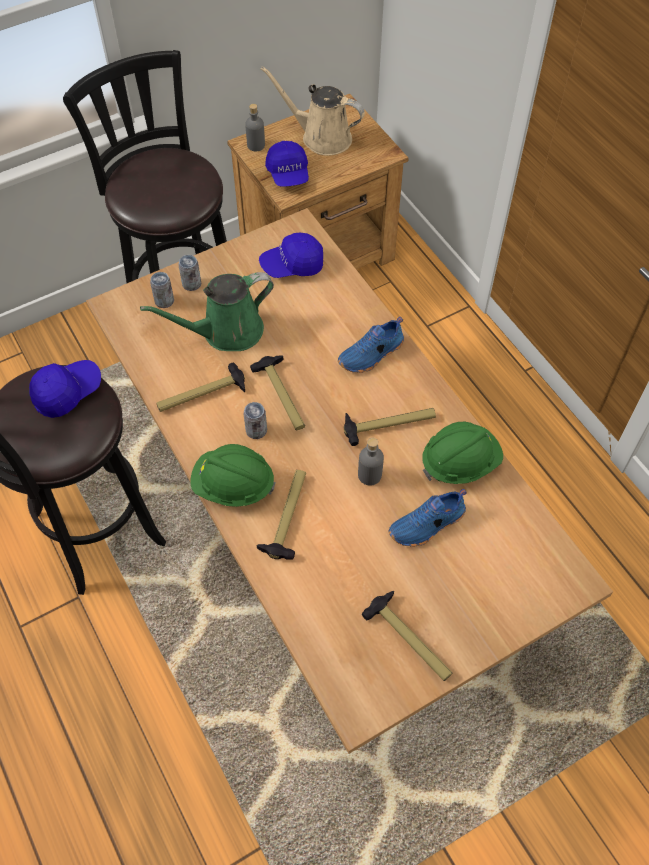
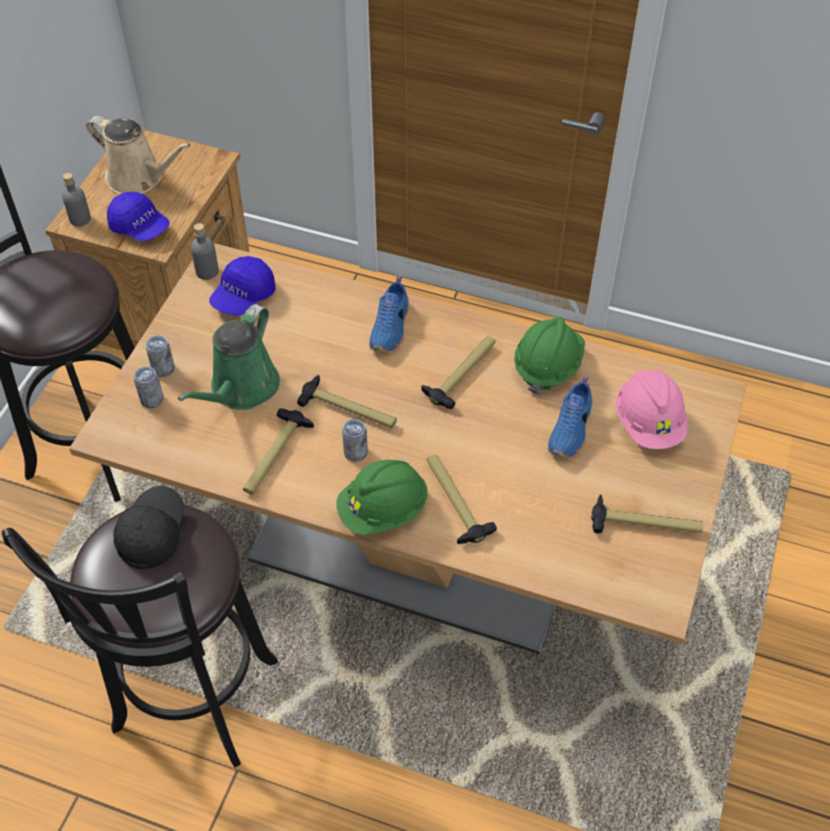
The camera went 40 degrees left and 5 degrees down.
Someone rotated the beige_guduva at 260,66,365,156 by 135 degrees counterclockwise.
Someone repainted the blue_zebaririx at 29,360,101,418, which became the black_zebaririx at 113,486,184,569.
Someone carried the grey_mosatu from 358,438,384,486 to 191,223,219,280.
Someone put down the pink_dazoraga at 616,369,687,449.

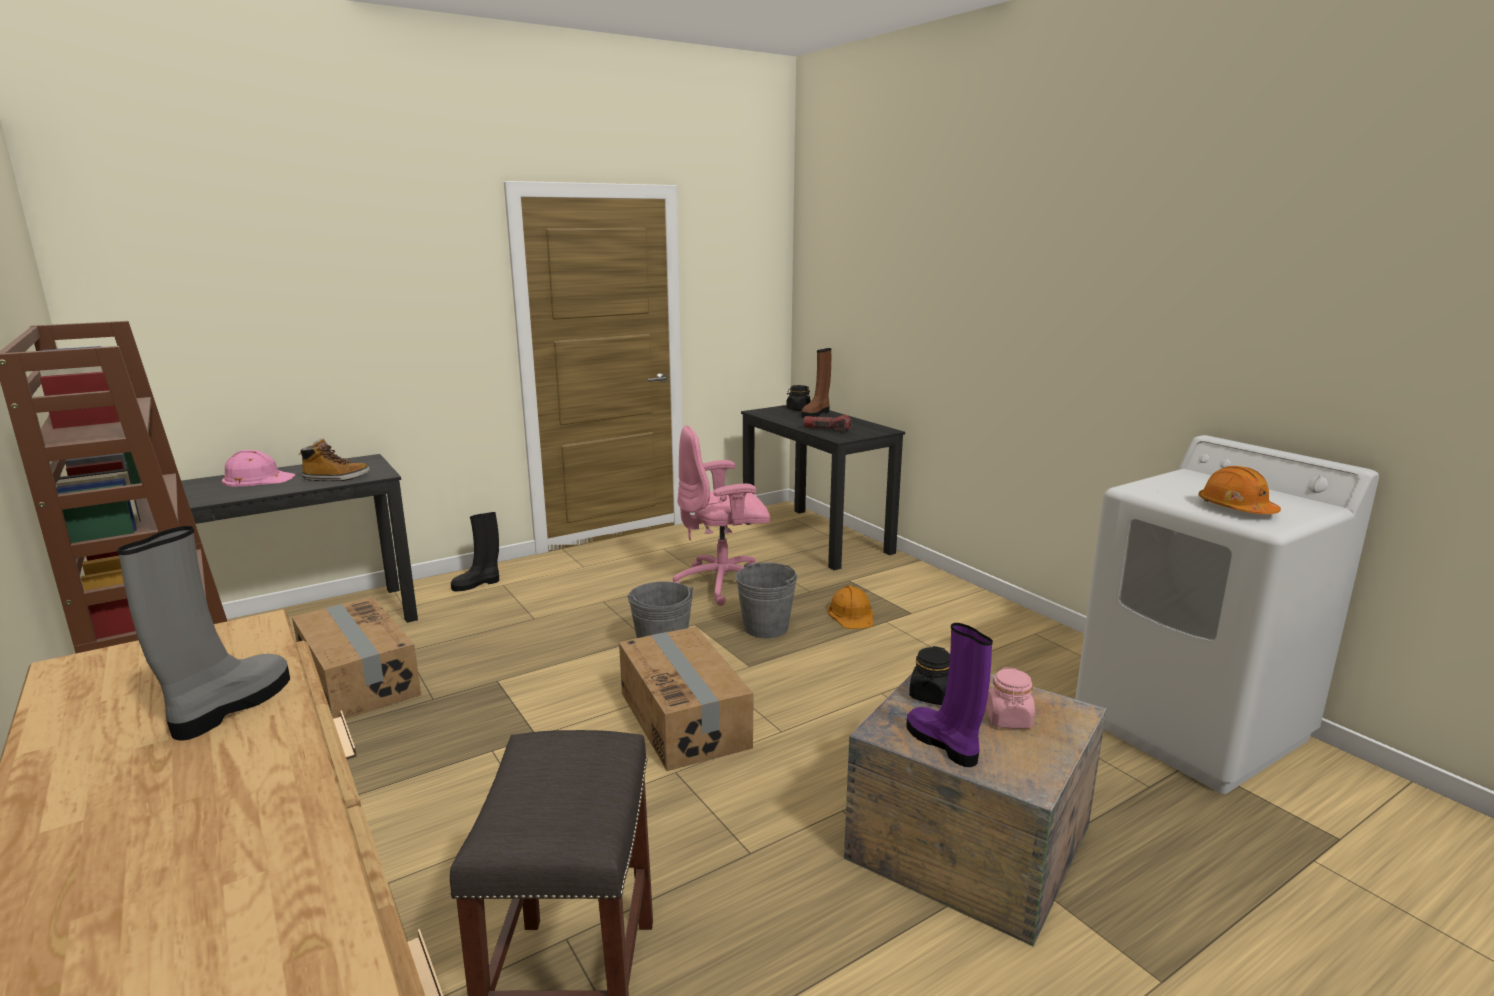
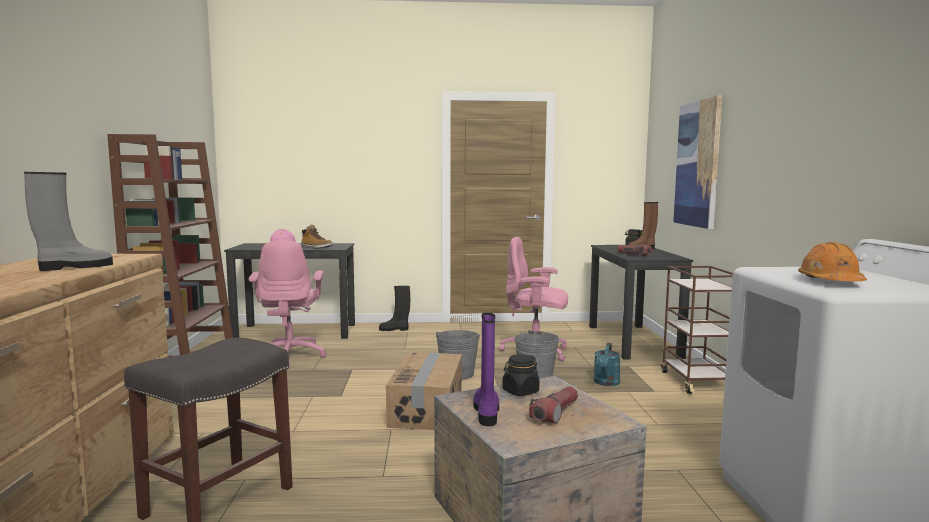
The camera went 30 degrees right and 10 degrees down.
Someone swapped the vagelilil at 292,597,421,720 for the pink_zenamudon at 249,240,327,366.
Someone swapped the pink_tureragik at 986,667,1035,729 for the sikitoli at 529,386,578,424.
Someone swapped the orange_dazoraga at 827,586,873,629 for the turquoise_guduva at 593,343,621,386.
Someone put down the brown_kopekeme at 661,266,733,394.
Someone put up the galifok at 673,95,723,229.

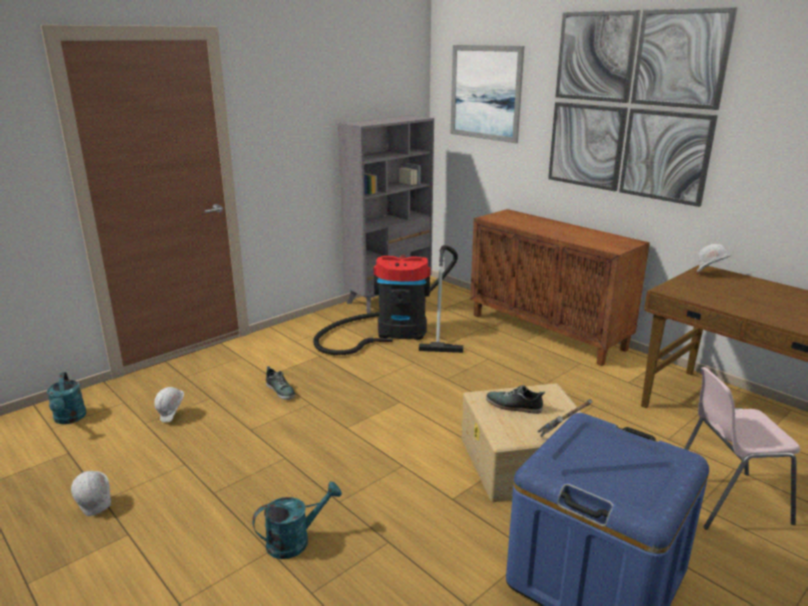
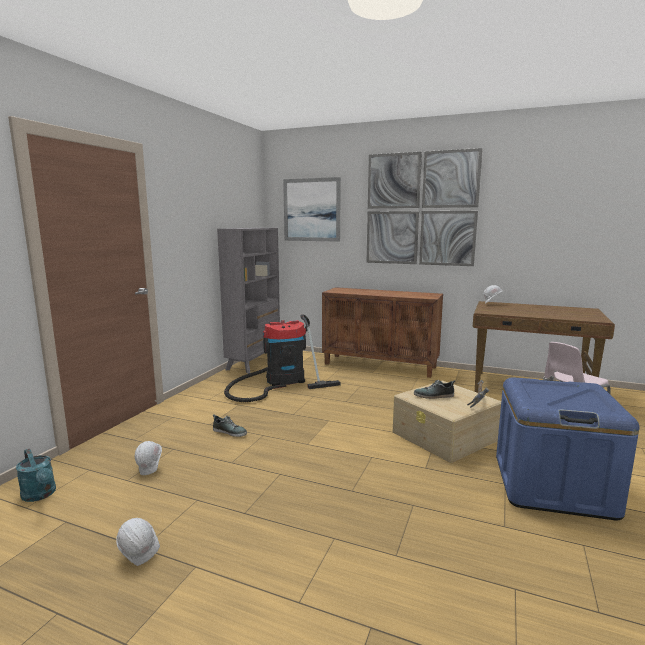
The camera went 25 degrees left and 10 degrees down.
Someone took away the turquoise_guduva at 252,482,342,559.

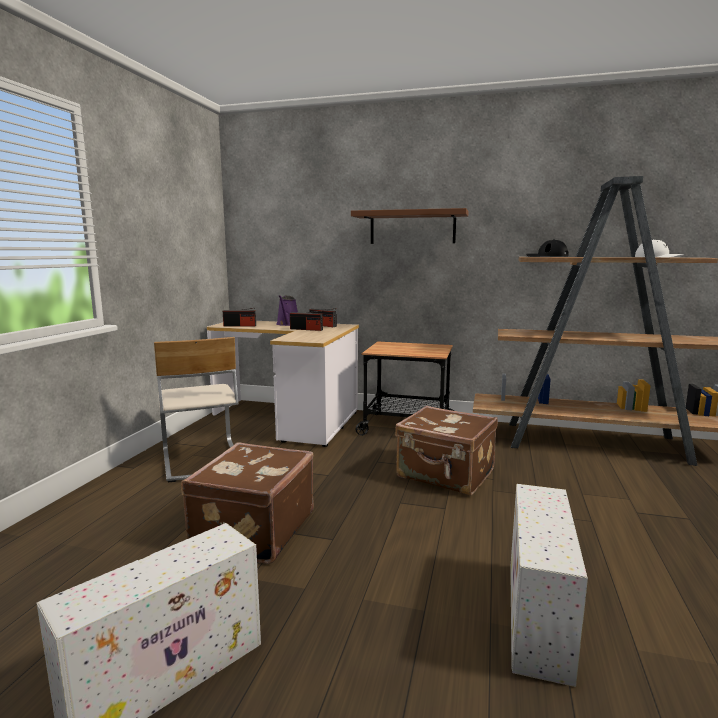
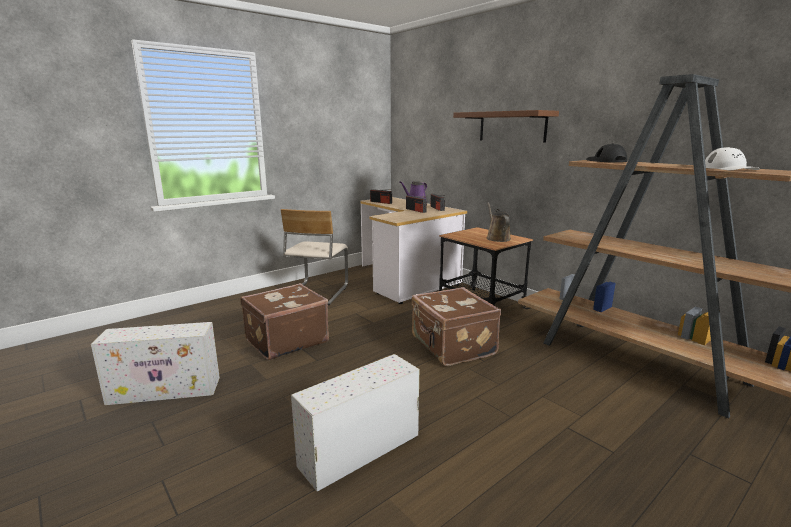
The camera went 35 degrees right and 5 degrees up.
Someone put down the brown_guduva at 486,202,511,242.

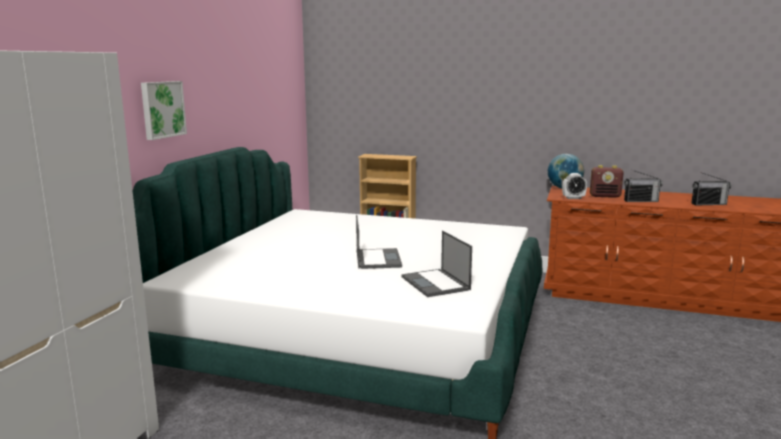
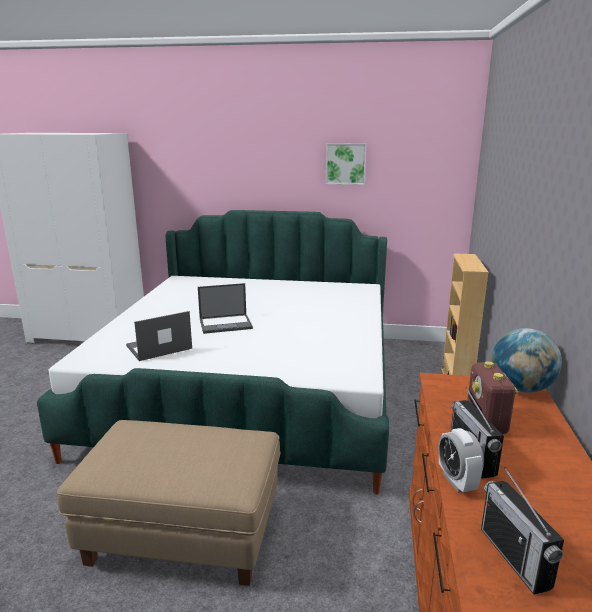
The camera went 80 degrees right and 5 degrees up.
Someone put down the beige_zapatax at 57,420,280,586.
Someone carried the galifok from 141,81,187,140 to 326,143,367,185.
Someone carried the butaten from 562,173,587,199 to 438,428,484,493.

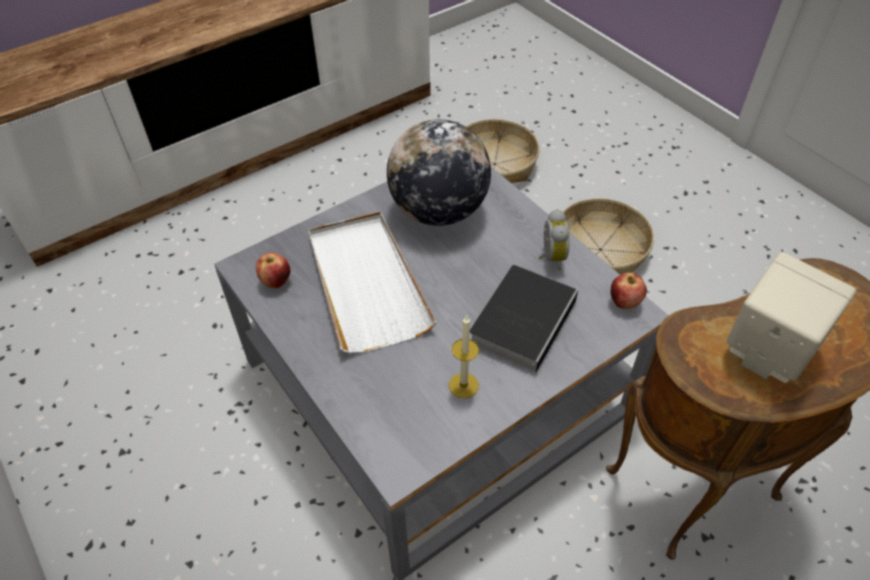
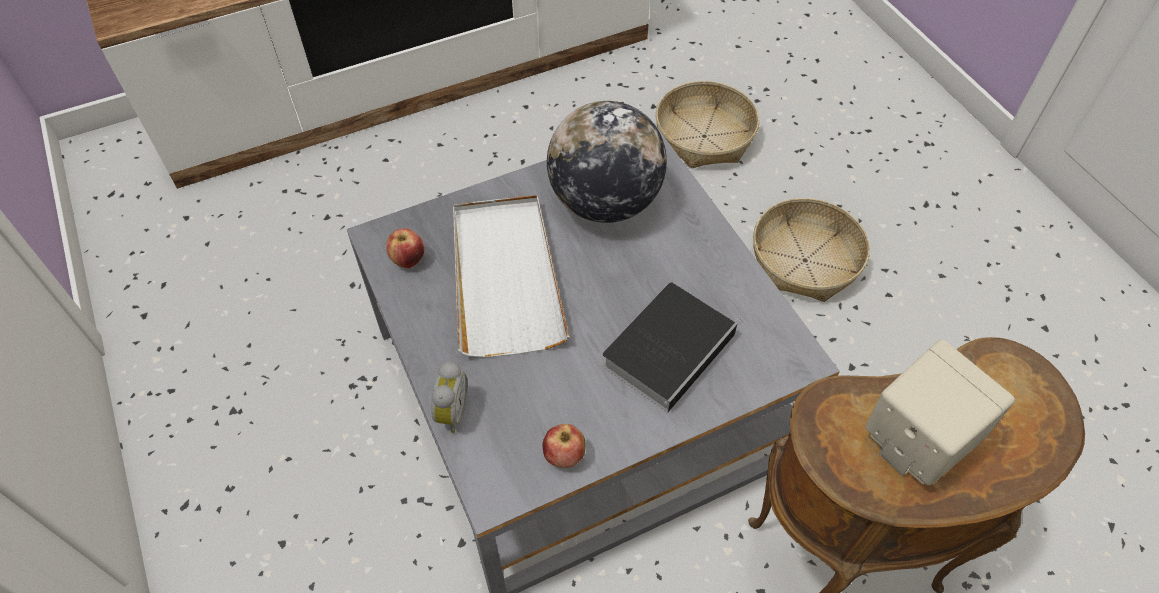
The camera went 10 degrees right and 5 degrees up.
Someone carried the butaten from 539,209,570,270 to 431,362,467,433.
Someone carried the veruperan from 611,273,647,309 to 542,424,586,468.
Someone took away the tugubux at 449,316,479,398.

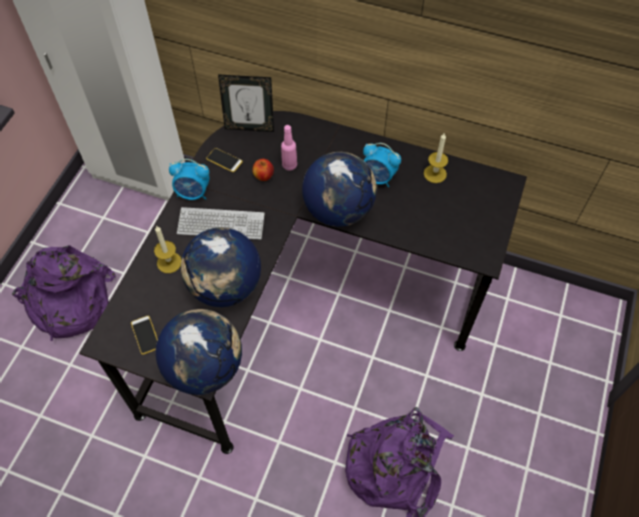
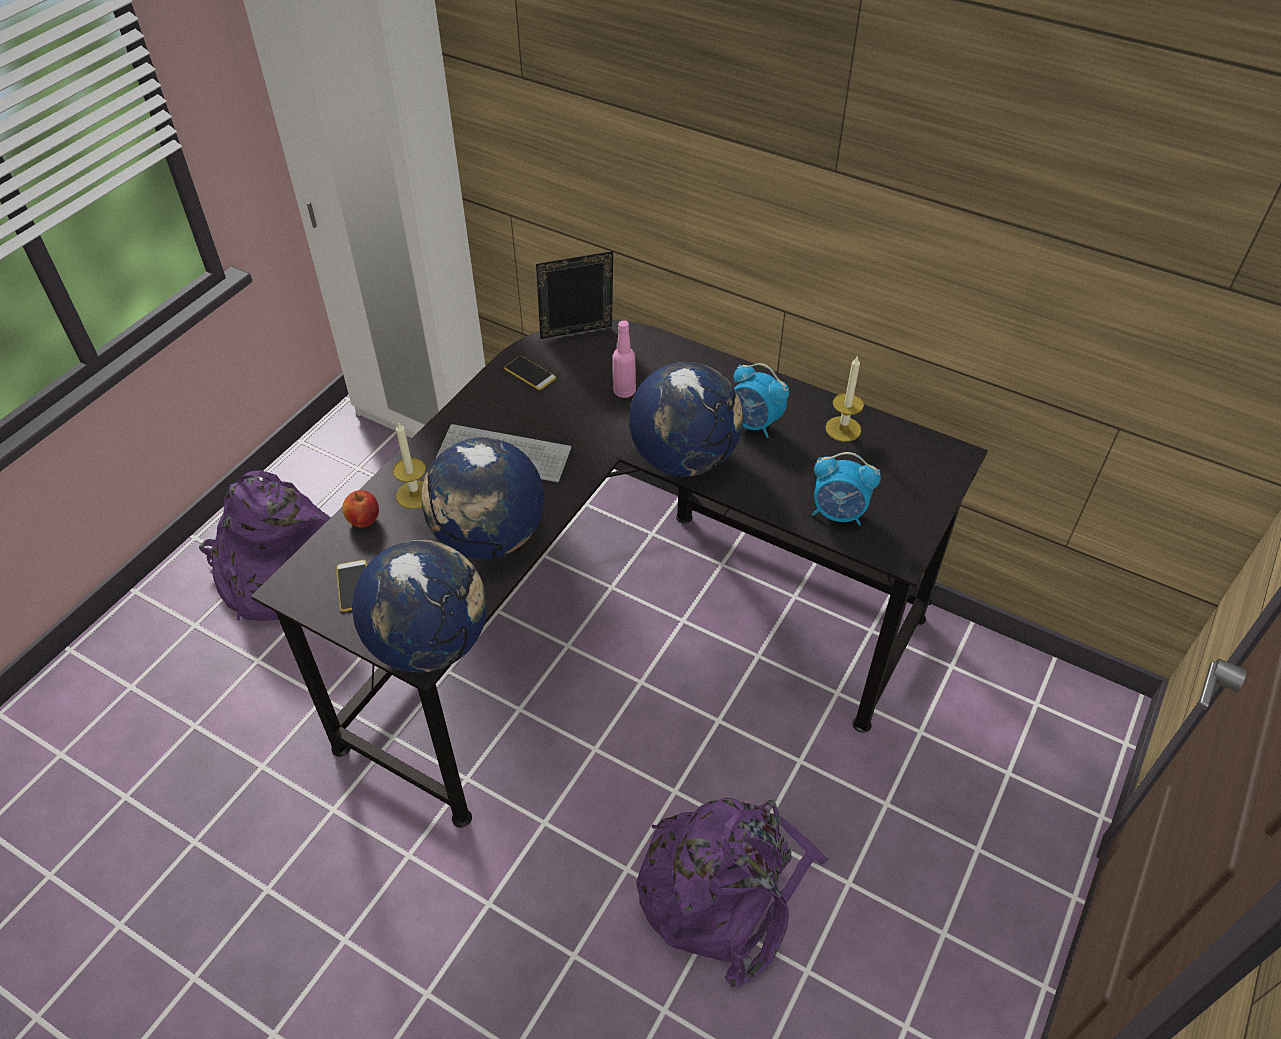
The camera went 10 degrees right and 10 degrees down.
Someone carried the veruperan from 252,159,274,181 to 342,490,379,528.
Someone rotated the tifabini at 218,74,274,132 by 150 degrees clockwise.
Someone carried the butaten from 169,159,210,200 to 812,452,881,526.

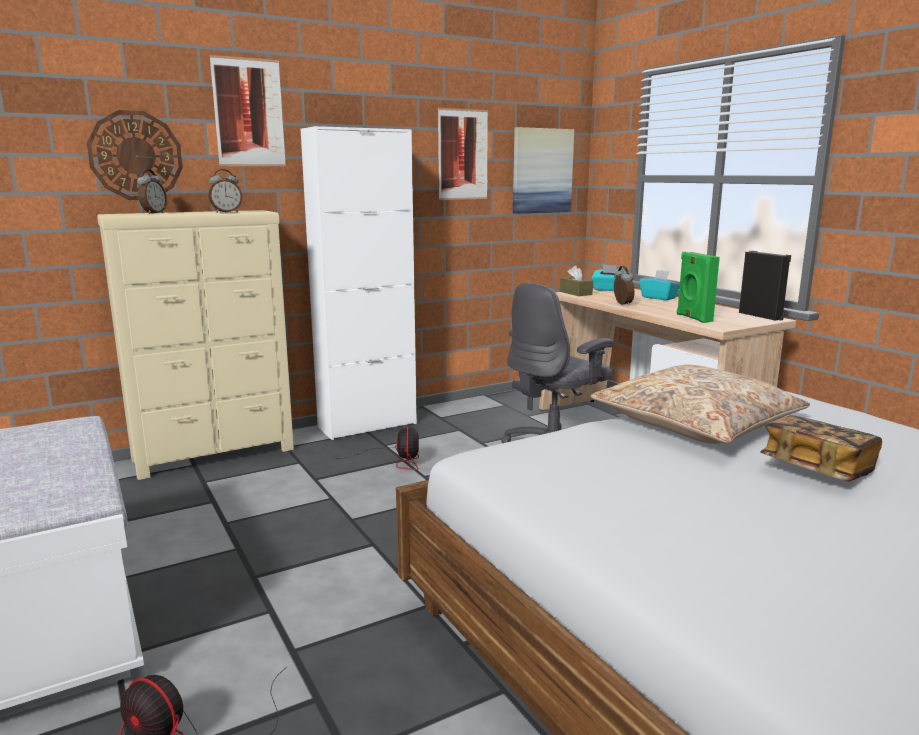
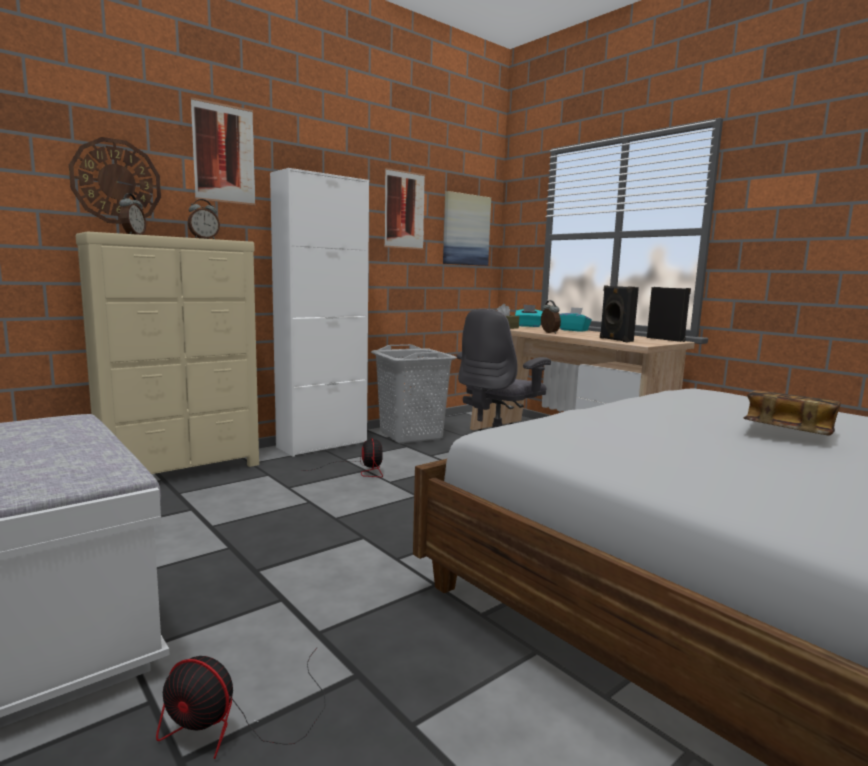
The camera went 10 degrees left and 5 degrees down.
Someone put down the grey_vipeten at 371,344,457,443.
Someone repainted the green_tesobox at 677,252,720,323, which became the black_tesobox at 600,286,639,342.
Someone took away the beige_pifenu at 590,365,810,444.

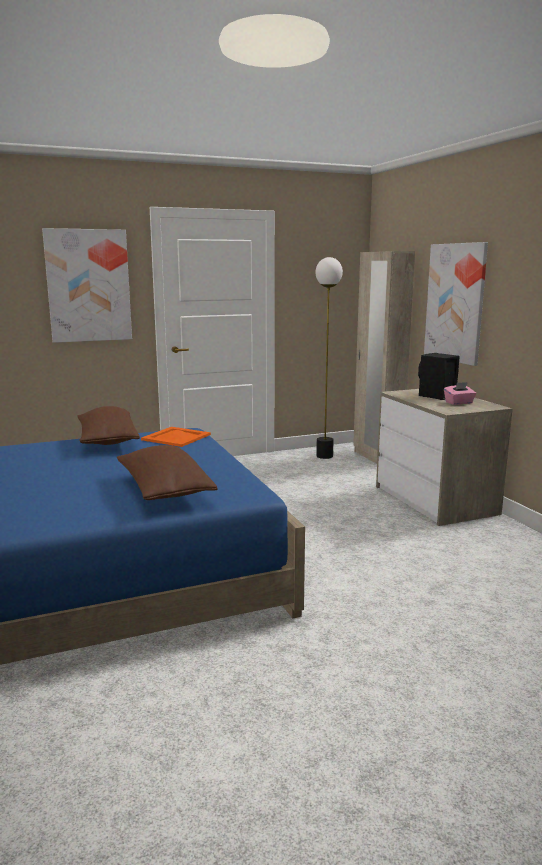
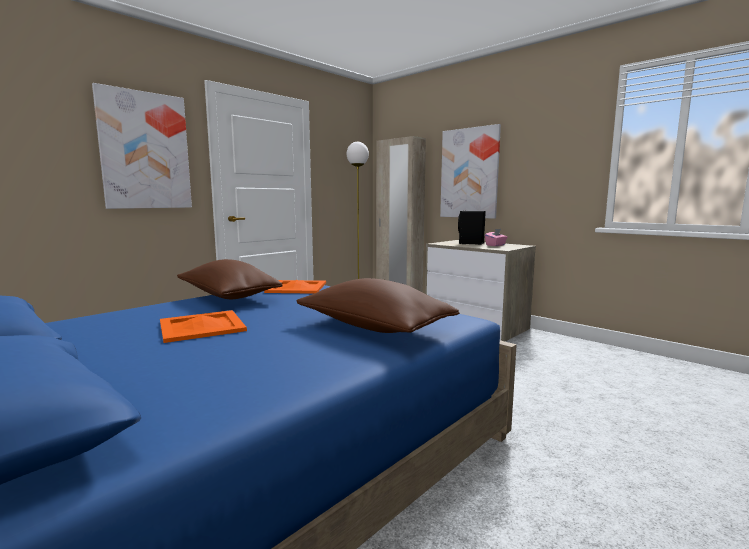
The camera went 25 degrees left and 5 degrees down.
Someone put down the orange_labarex at 160,310,247,343.

